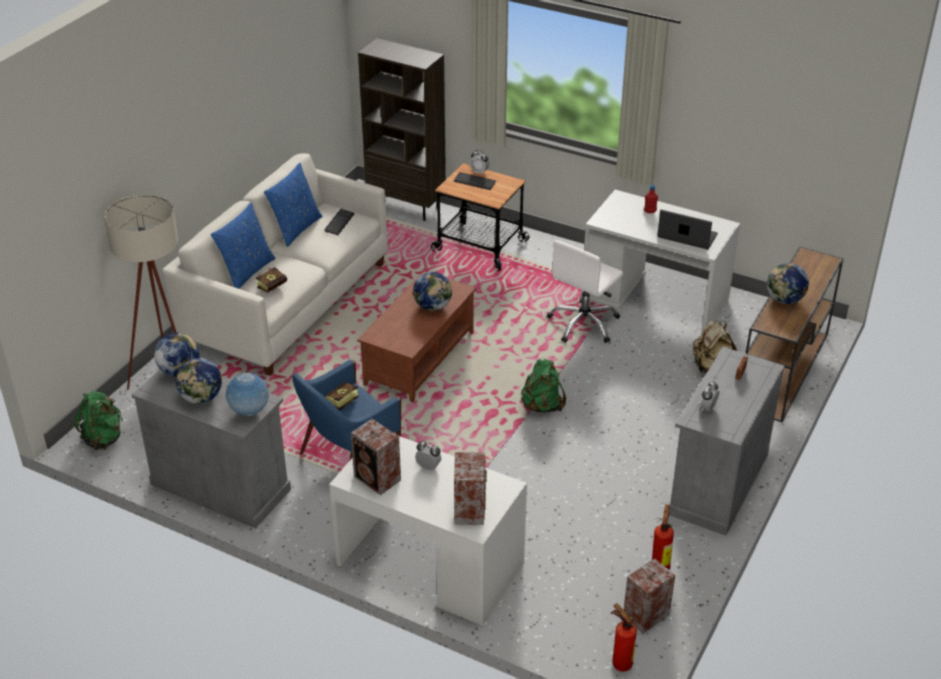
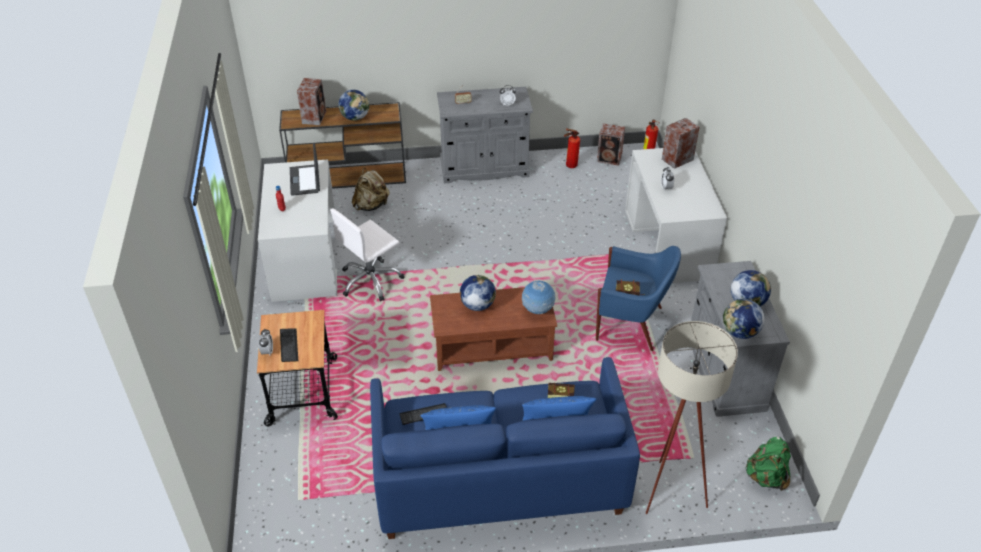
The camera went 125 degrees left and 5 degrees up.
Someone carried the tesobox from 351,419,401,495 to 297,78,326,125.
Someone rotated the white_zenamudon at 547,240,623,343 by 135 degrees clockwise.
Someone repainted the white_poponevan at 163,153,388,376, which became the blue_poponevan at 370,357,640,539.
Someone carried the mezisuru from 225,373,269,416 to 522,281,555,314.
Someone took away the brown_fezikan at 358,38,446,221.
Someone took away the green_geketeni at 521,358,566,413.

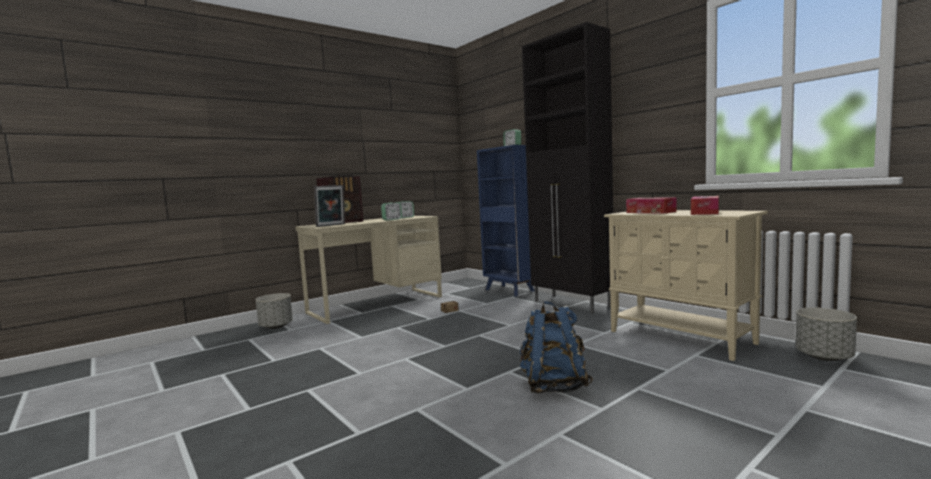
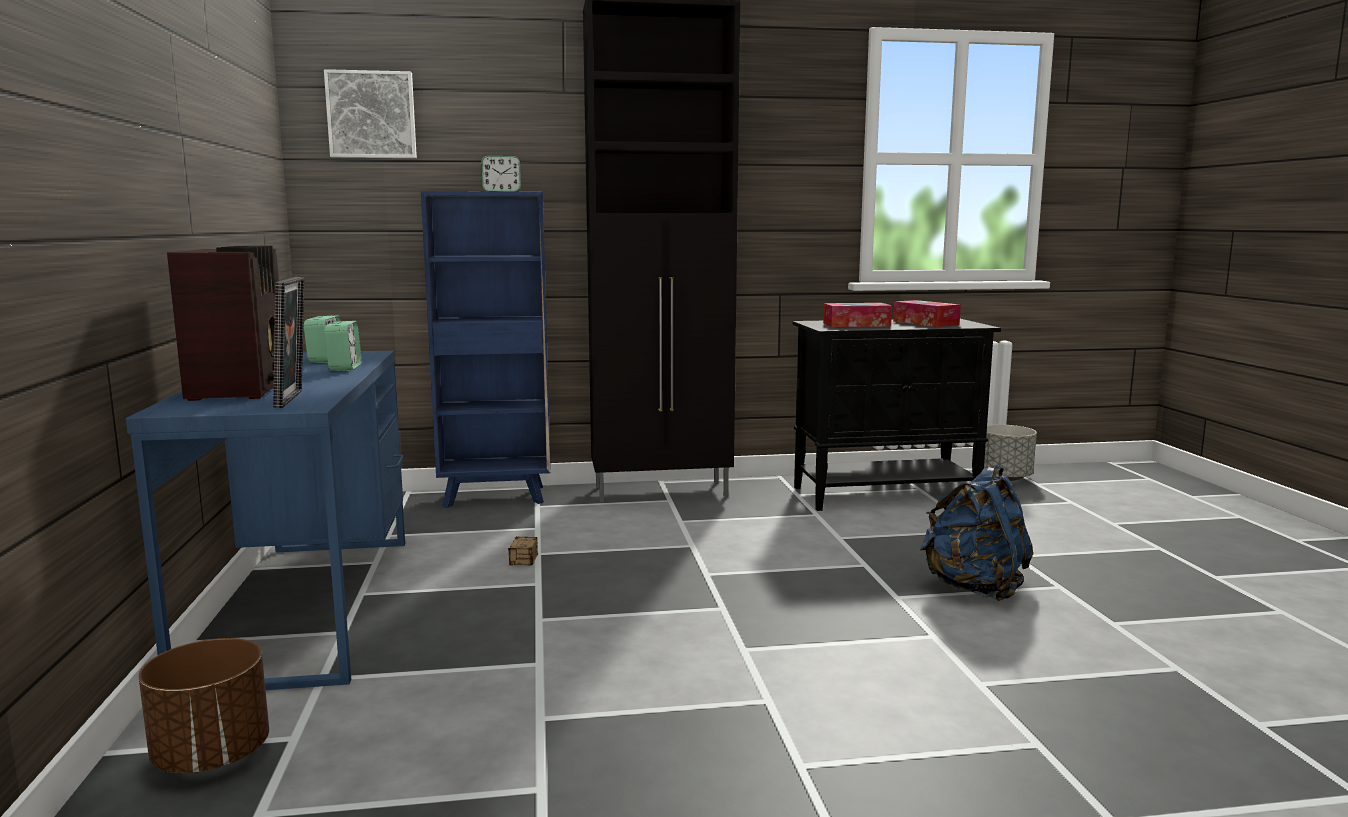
The camera went 60 degrees left and 5 degrees up.
Someone repainted the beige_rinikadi at 295,216,442,324, which became the blue_rinikadi at 126,350,405,690.
Someone repainted the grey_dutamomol at 256,293,293,329, which became the brown_dutamomol at 139,638,269,773.
Someone put up the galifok at 324,69,417,158.
Someone repainted the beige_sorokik at 604,210,768,361, which became the black_sorokik at 792,319,1001,511.

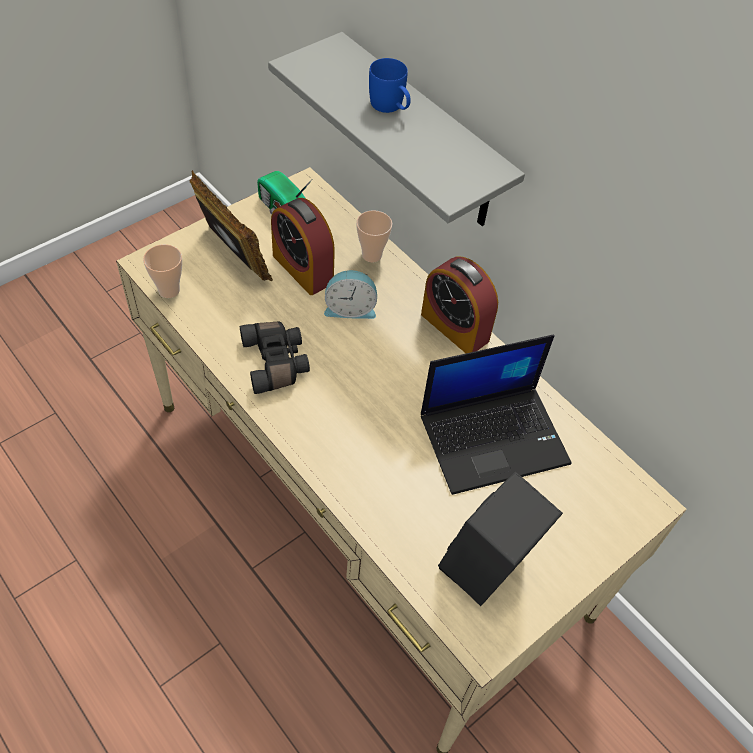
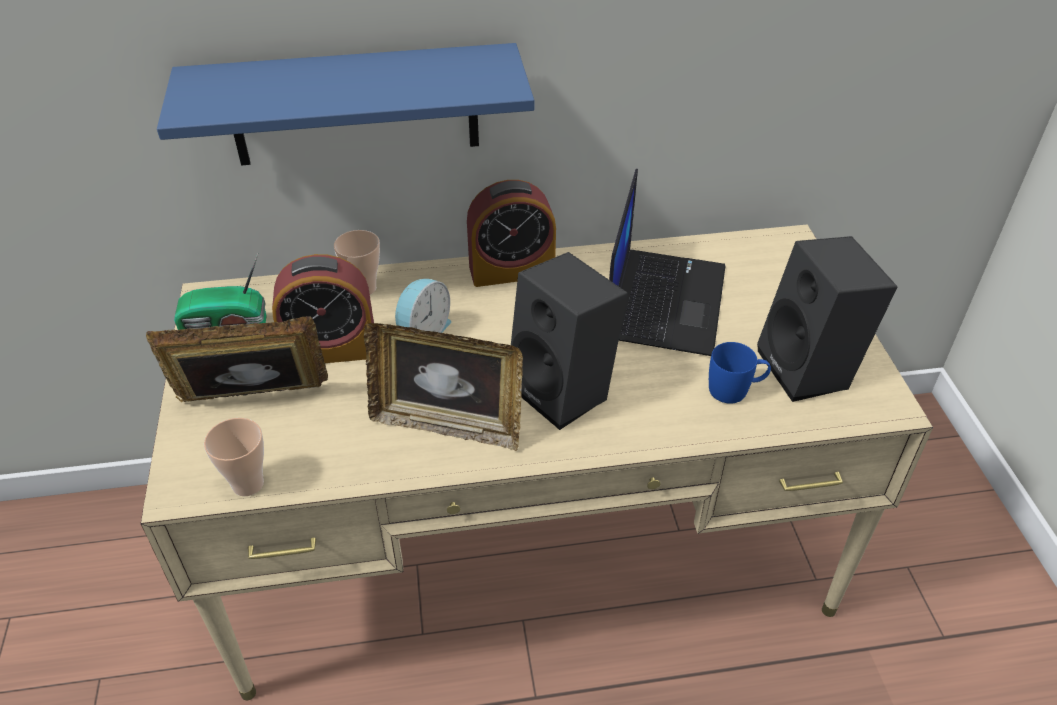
The camera went 55 degrees left and 10 degrees down.
Someone repainted the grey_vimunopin at 268,32,525,226, which became the blue_vimunopin at 157,43,534,166.
Someone swapped the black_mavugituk at 240,322,310,394 for the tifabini at 364,323,523,451.
Someone put down the black_tesobox at 511,252,628,430.
Someone carried the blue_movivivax from 369,58,411,113 to 709,342,771,404.

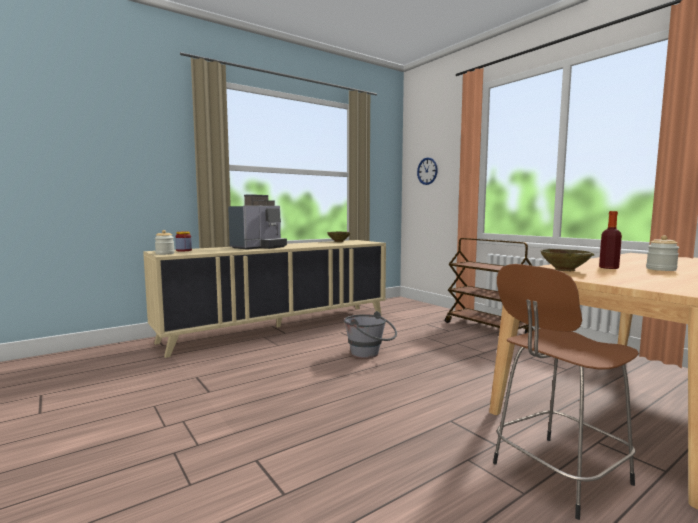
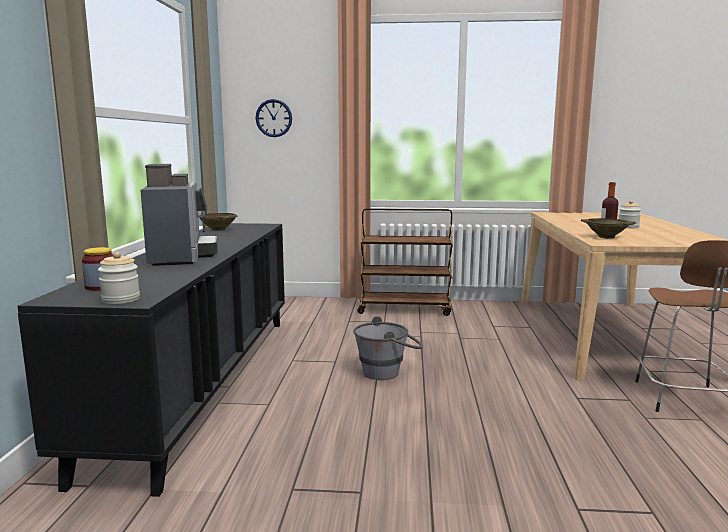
The camera went 50 degrees left and 5 degrees up.
Someone repainted the beige_sorokik at 143,240,386,358, which became the black_sorokik at 18,223,285,497.

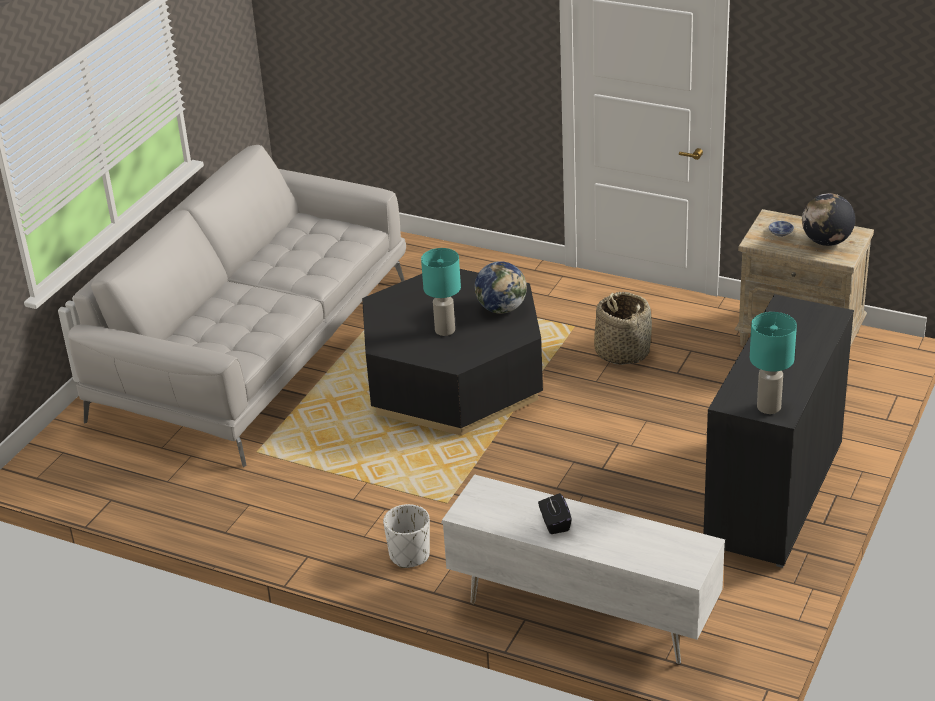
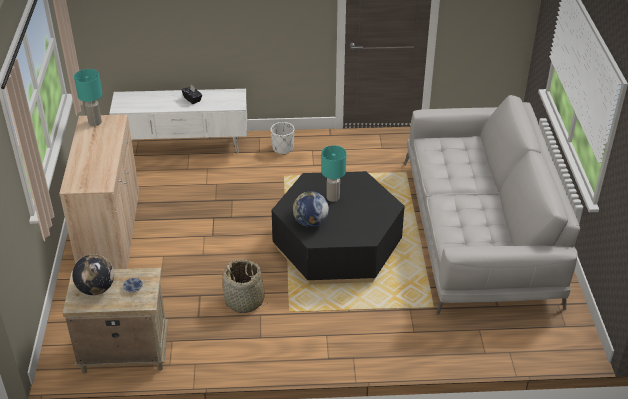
The camera went 150 degrees right and 5 degrees up.
Someone repainted the black_sorokik at 703,294,854,568, which became the beige_sorokik at 59,114,139,269.

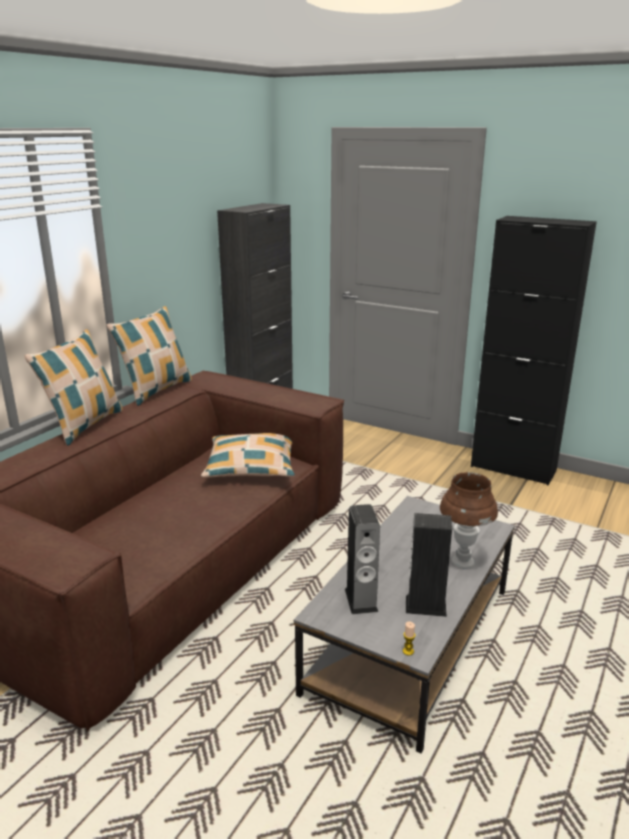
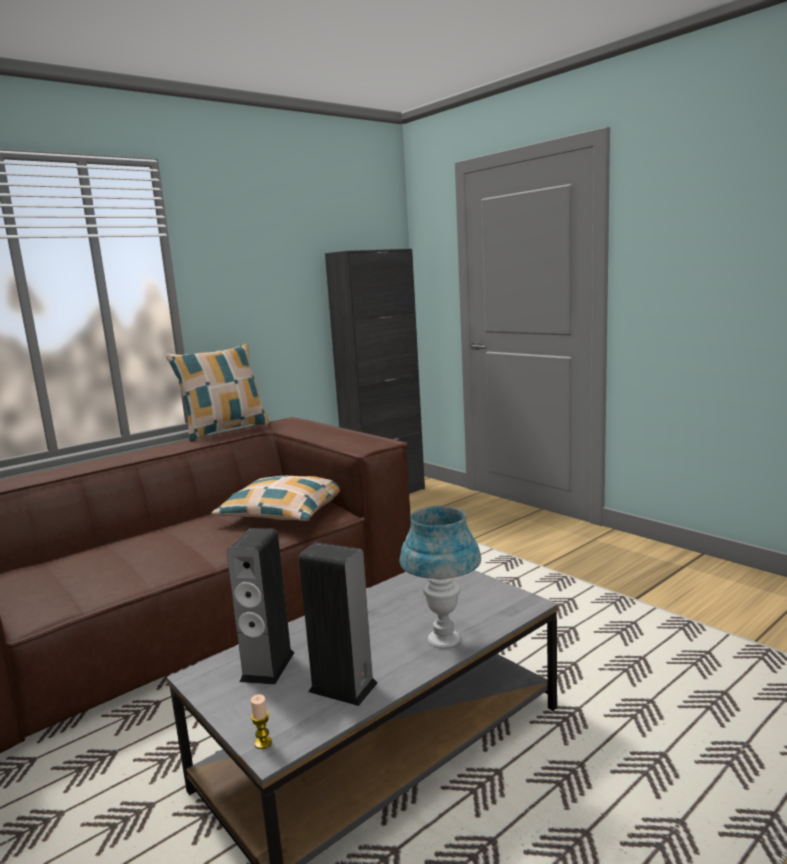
The camera went 20 degrees right and 10 degrees down.
Someone repainted the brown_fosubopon at 440,472,498,568, which became the blue_fosubopon at 399,506,481,648.
Someone took away the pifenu at 24,329,123,446.
Someone took away the black_sorokik at 471,216,597,485.

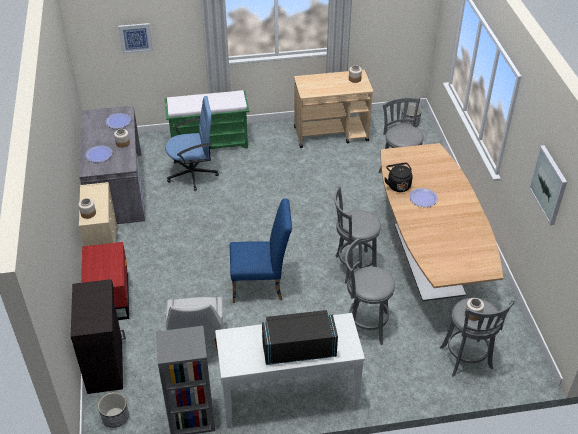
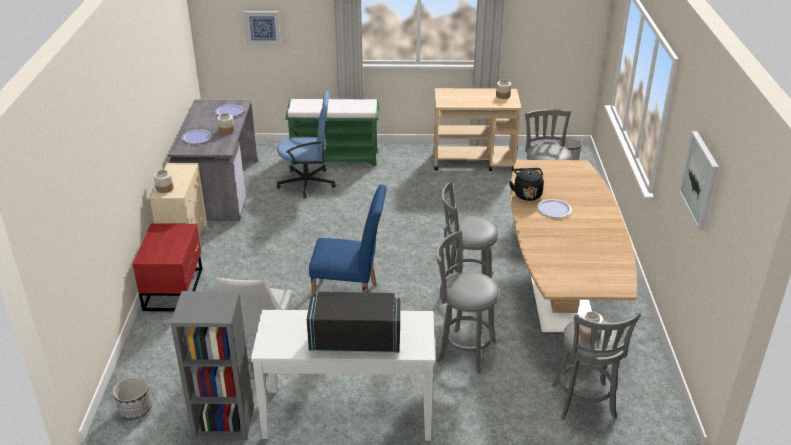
The camera went 10 degrees right and 10 degrees down.
Someone took away the black_sorokik at 71,279,126,394.

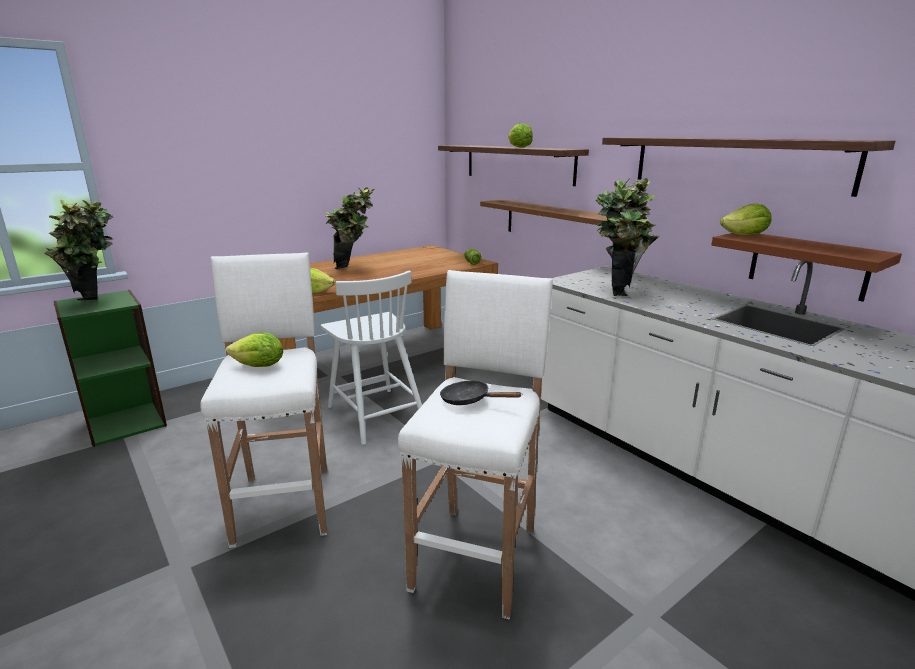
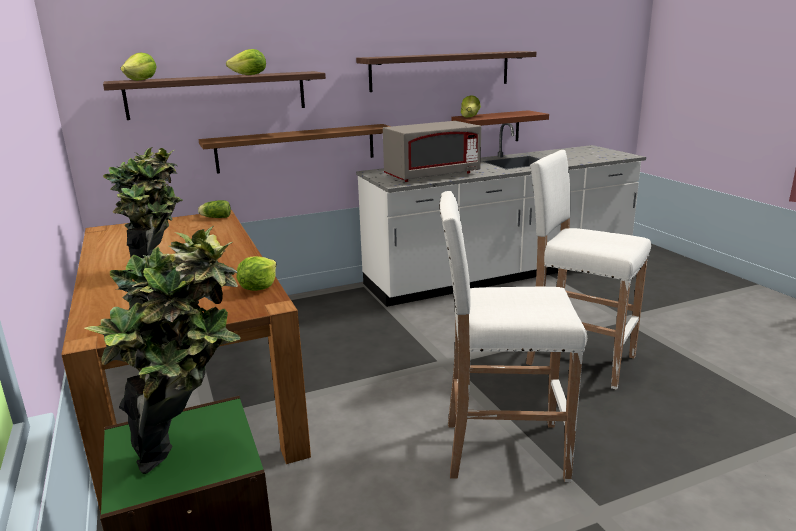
The camera went 75 degrees left and 0 degrees up.
Someone carried the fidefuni from 226,333,283,367 to 121,53,157,81.
Someone swapped the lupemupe at 596,178,660,296 for the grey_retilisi at 383,121,481,182.
Someone took away the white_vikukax at 321,271,422,445.
Someone took away the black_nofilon at 440,380,522,405.

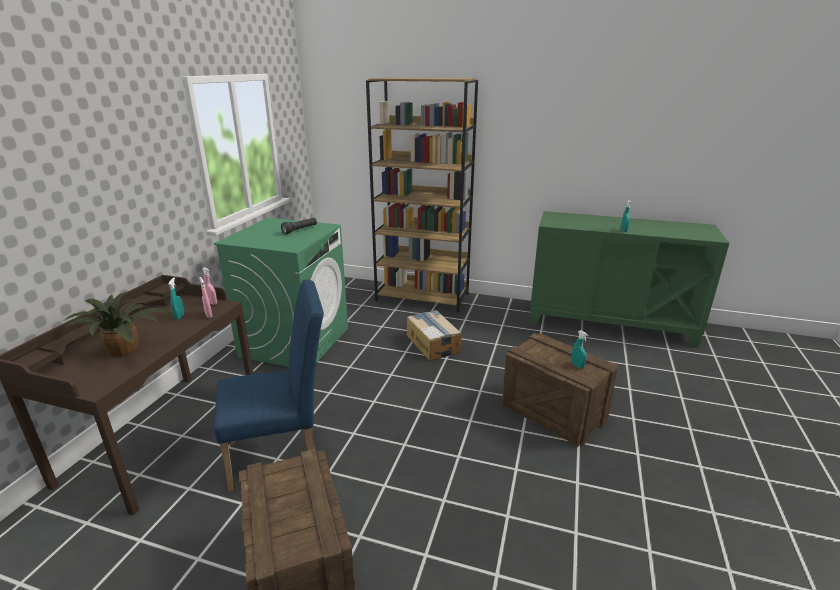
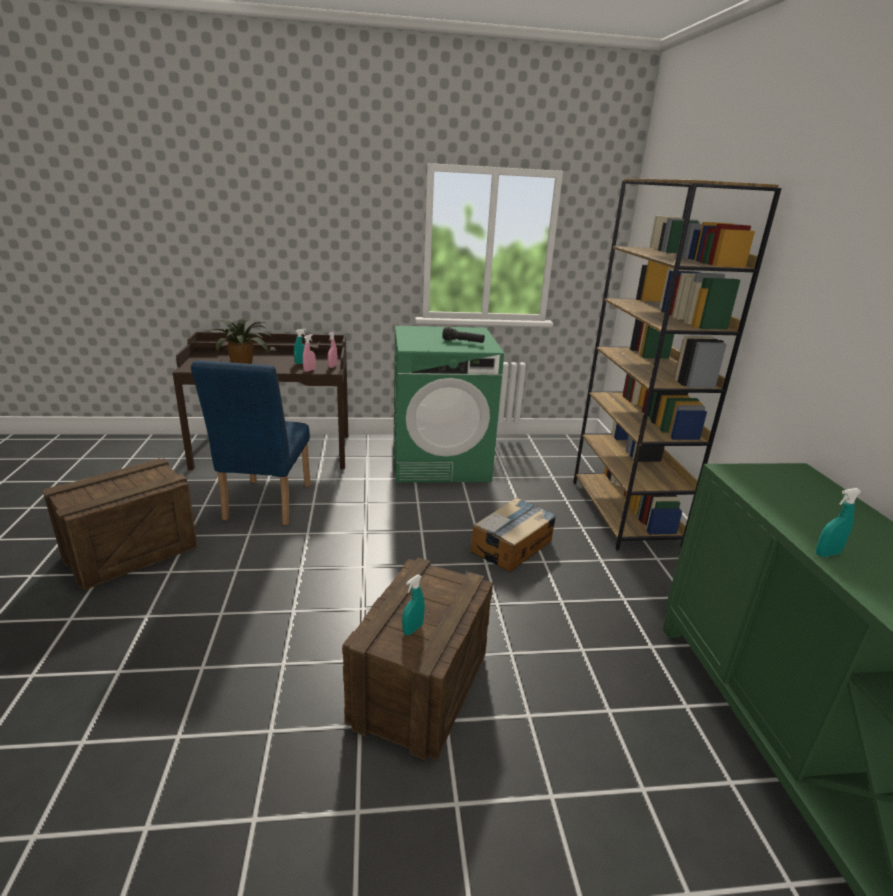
The camera went 65 degrees right and 0 degrees up.
Someone rotated the blue_vikukax at 214,279,324,492 by 45 degrees clockwise.

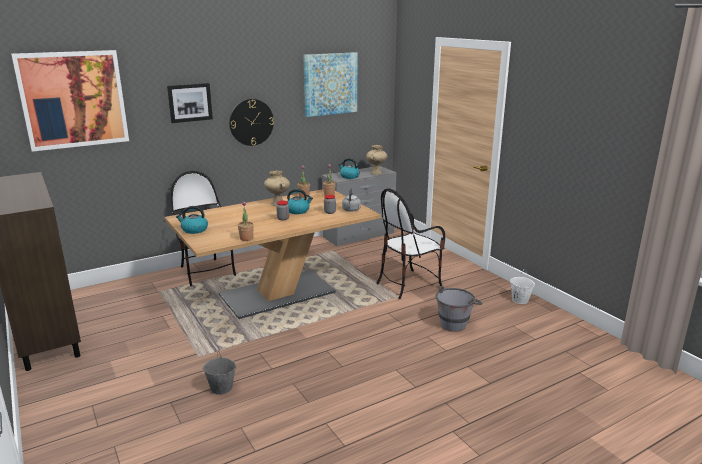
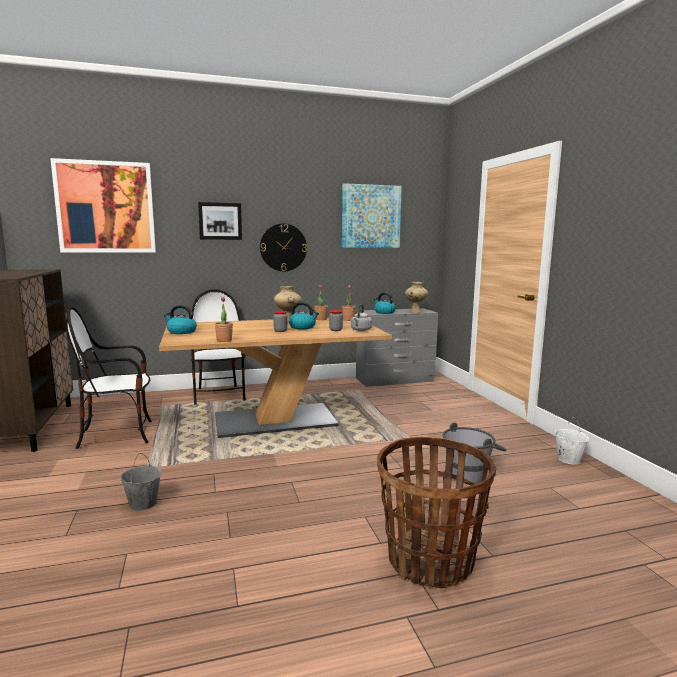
The camera went 15 degrees right and 10 degrees down.
Someone carried the vikukax from 376,188,445,299 to 65,306,152,449.
Someone put down the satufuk at 377,437,496,588.

